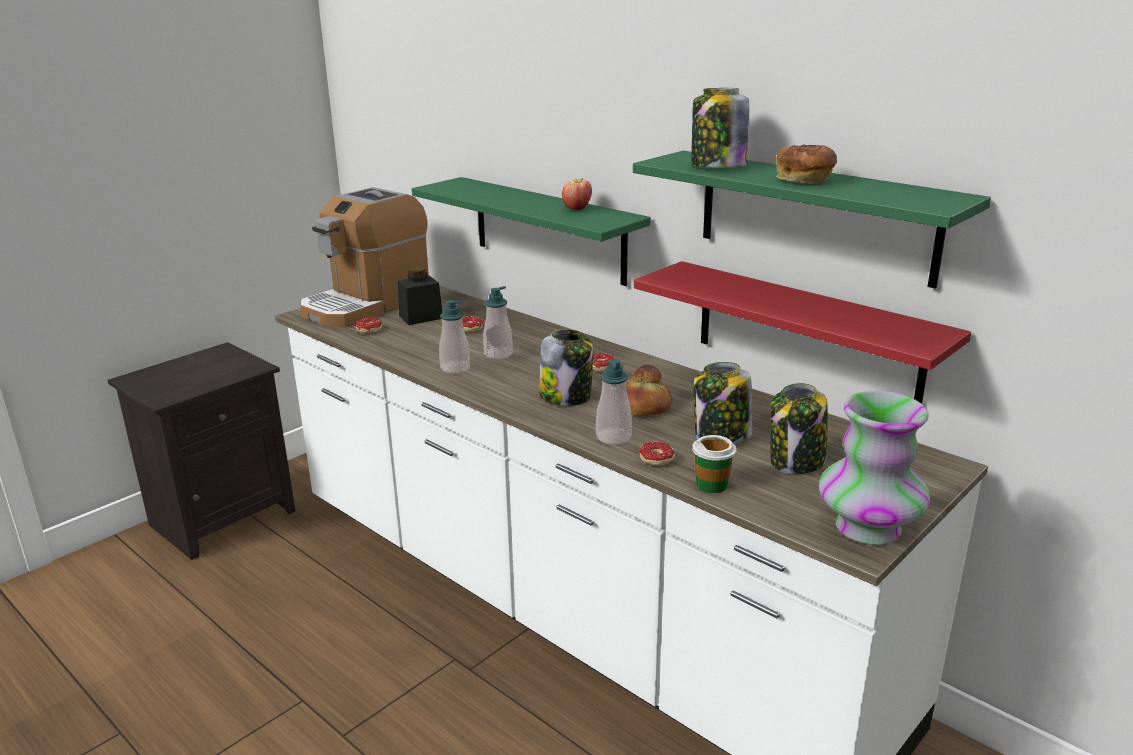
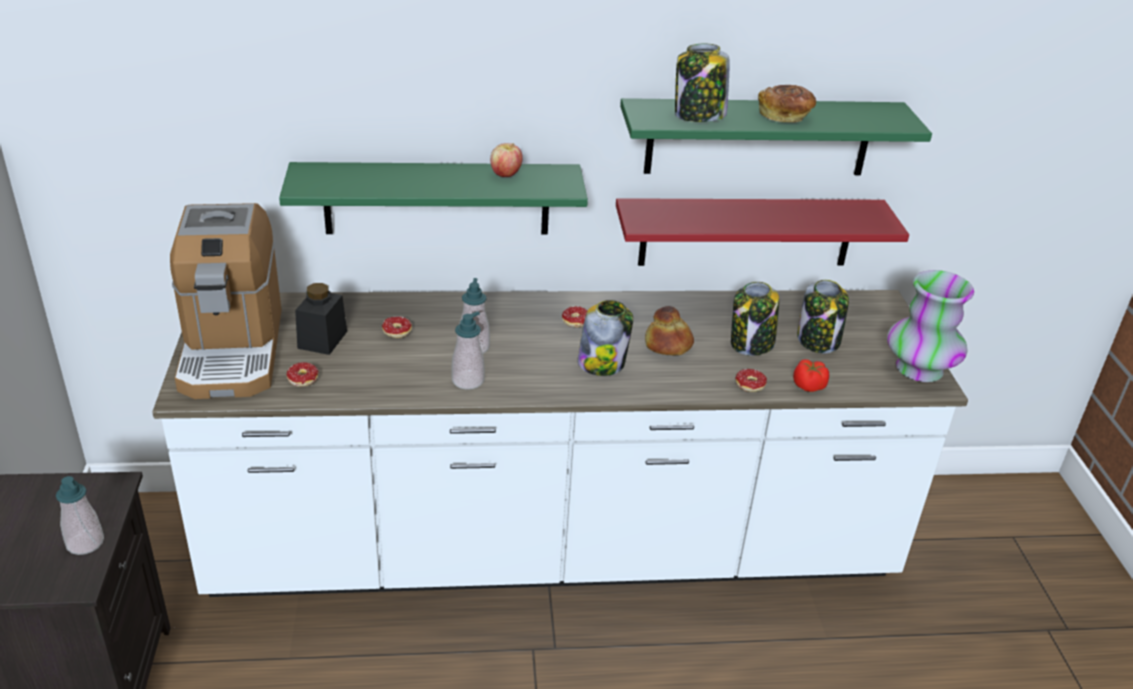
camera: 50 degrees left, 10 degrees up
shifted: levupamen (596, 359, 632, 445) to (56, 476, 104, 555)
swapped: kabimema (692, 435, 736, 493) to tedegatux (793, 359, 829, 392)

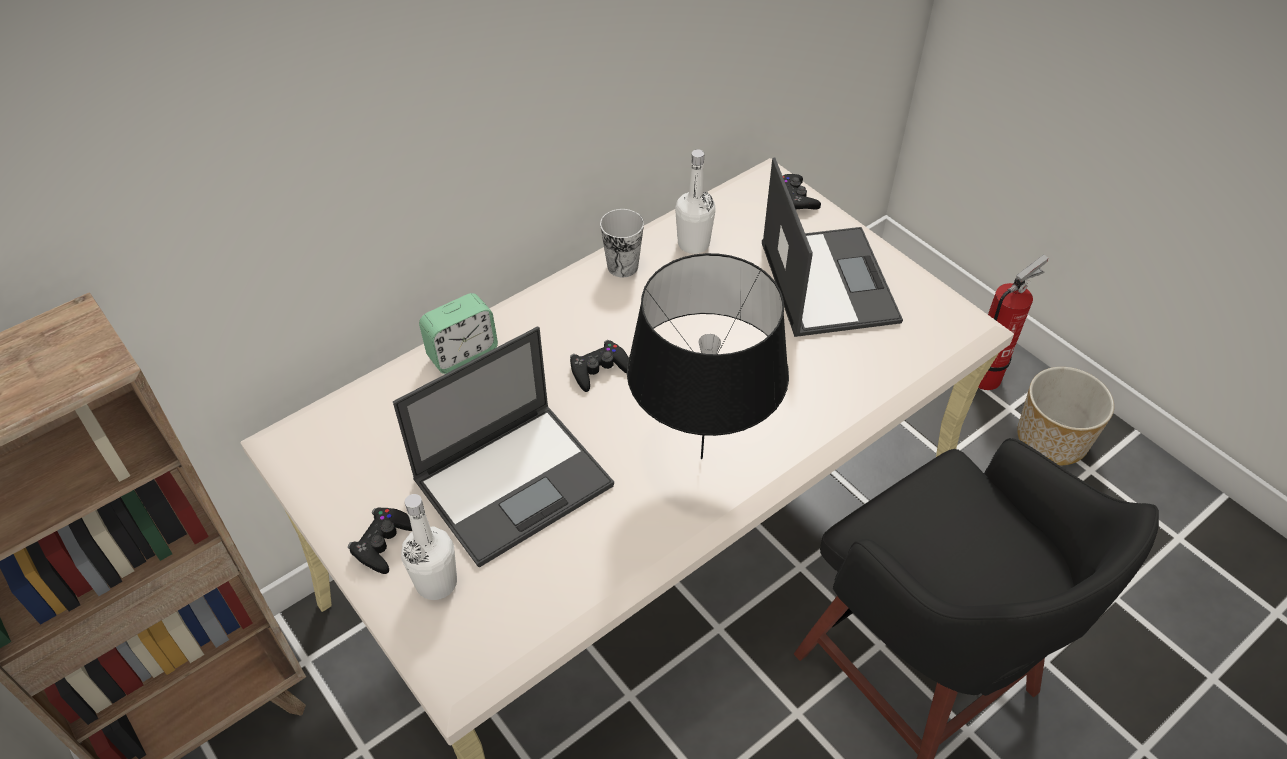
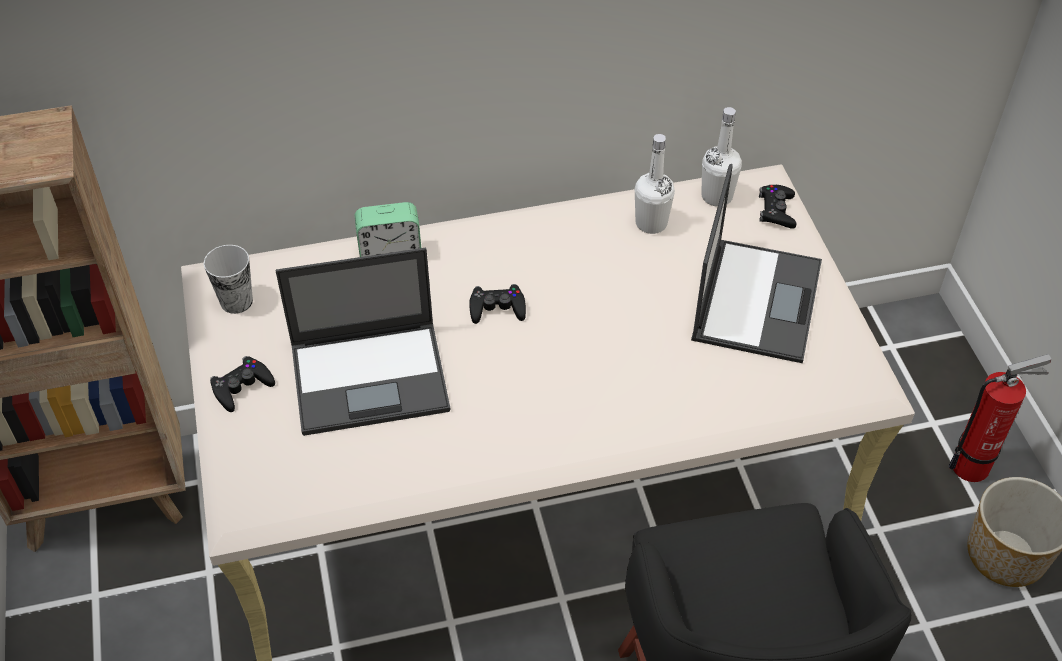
camera: 25 degrees right, 0 degrees up
gone: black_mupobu (627, 253, 789, 459)
shifted: kabimema (600, 209, 644, 277) to (204, 245, 253, 314); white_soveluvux (401, 494, 457, 600) to (701, 107, 742, 207)

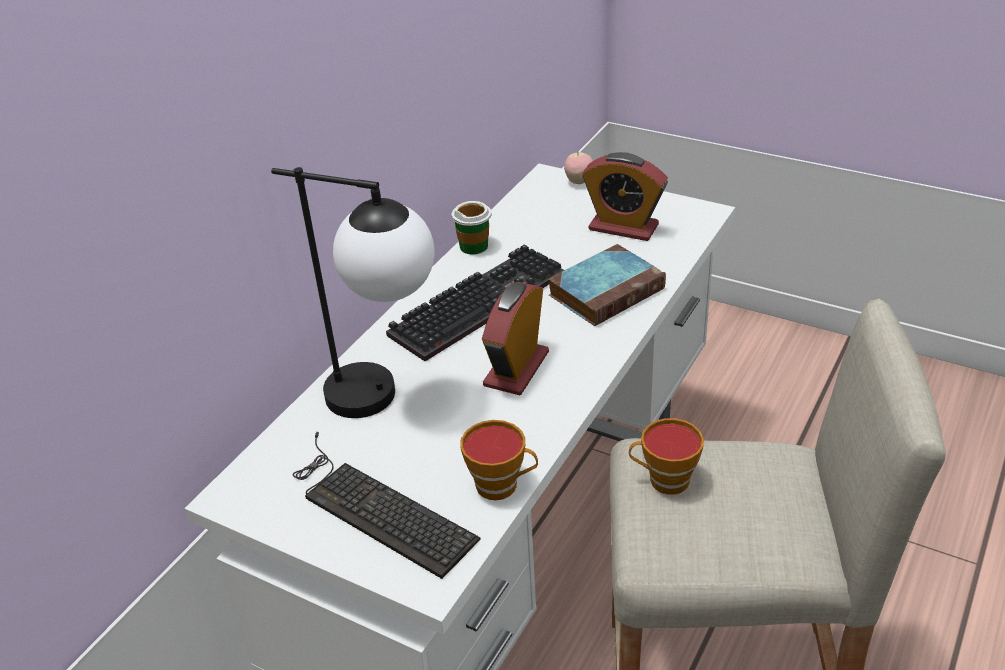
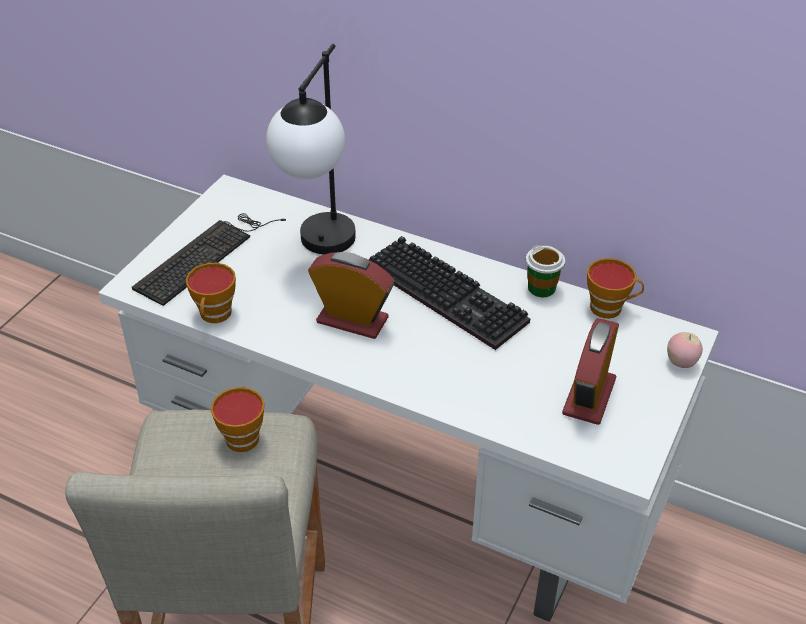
camera: 85 degrees right, 5 degrees up
gone: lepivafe (549, 244, 666, 326)
new: kabimema (587, 258, 644, 319)

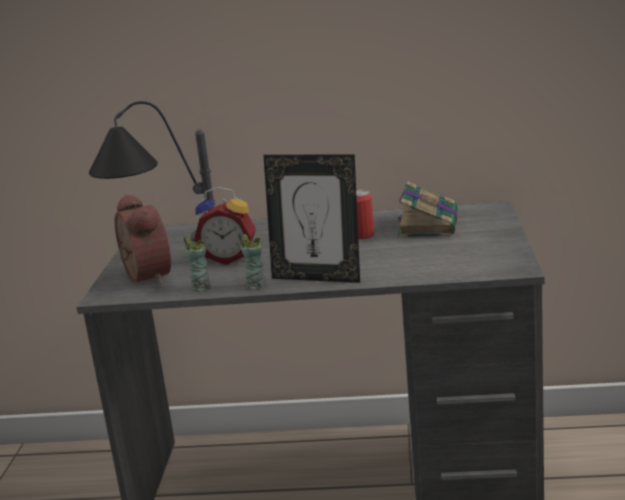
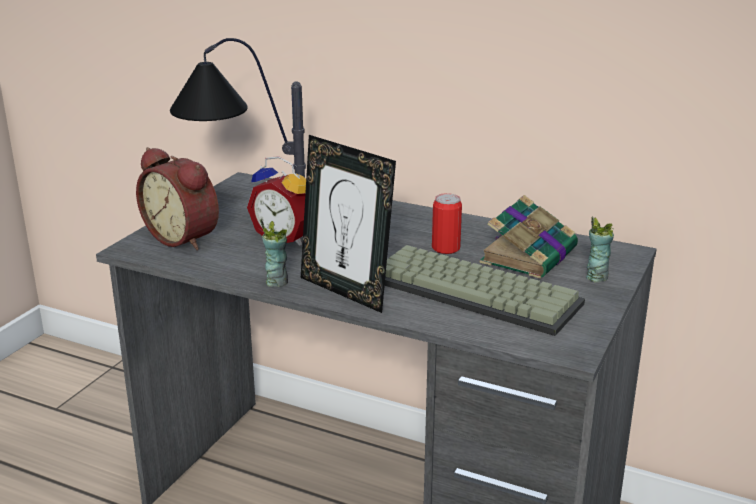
camera: 20 degrees right, 5 degrees up
new: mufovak (385, 245, 585, 336)
shifted: kabimema (183, 236, 211, 292) to (586, 217, 614, 282)
rotated: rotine (115, 194, 171, 285) = (136, 147, 219, 250) 135 degrees clockwise

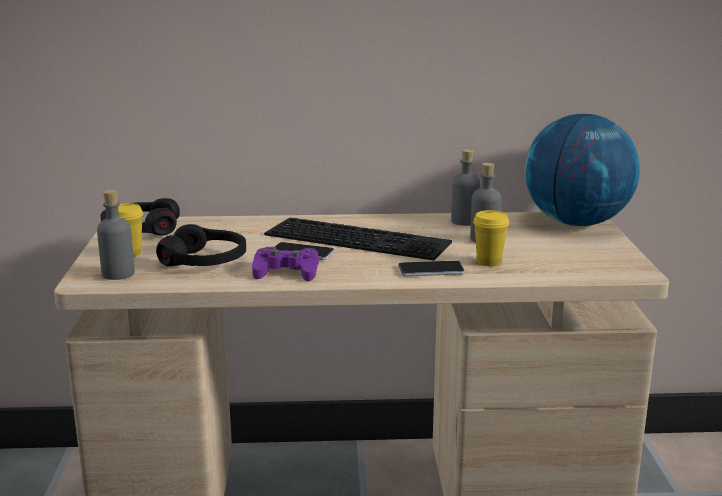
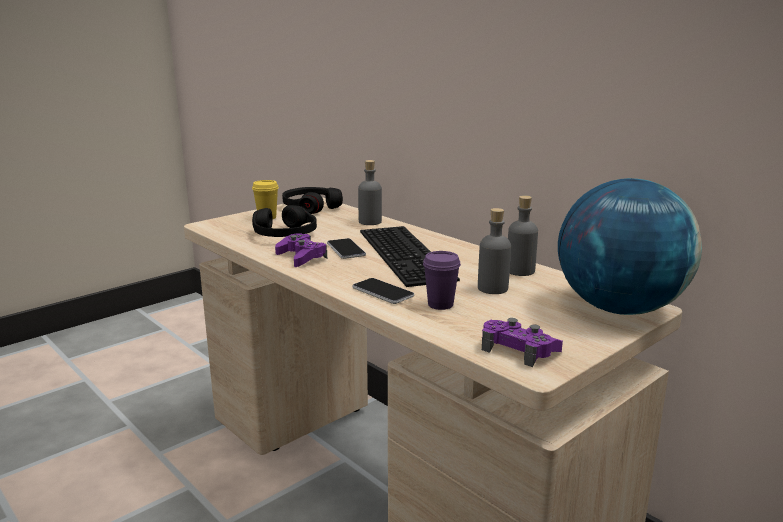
camera: 50 degrees right, 0 degrees up
new: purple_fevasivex (482, 318, 563, 367)
shifted: grey_soveluvux (97, 190, 135, 280) to (358, 160, 382, 225)
repainted: yellow_kabimema (473, 210, 509, 266) to purple_kabimema (423, 251, 461, 310)

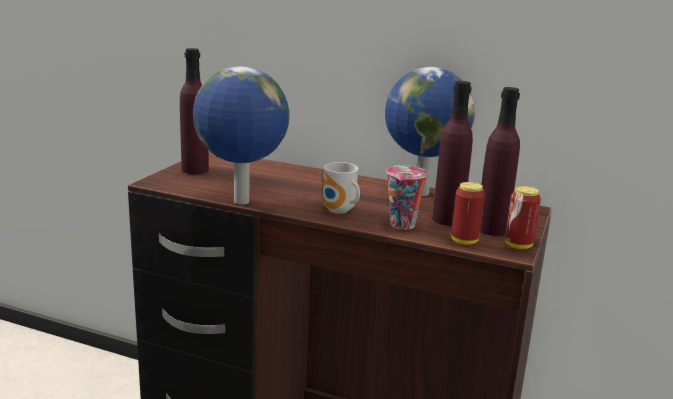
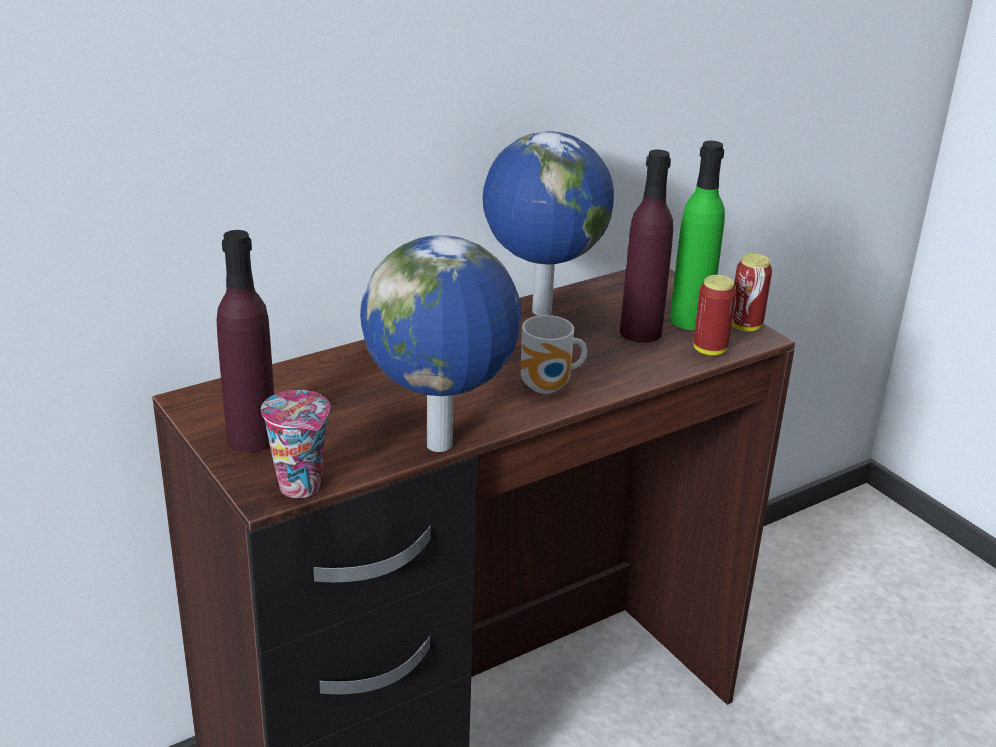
camera: 55 degrees left, 10 degrees up
shifted: kabimema (387, 165, 428, 230) to (261, 390, 330, 498)
repainted: purple_soveluvux (480, 87, 520, 236) to green_soveluvux (670, 141, 725, 330)

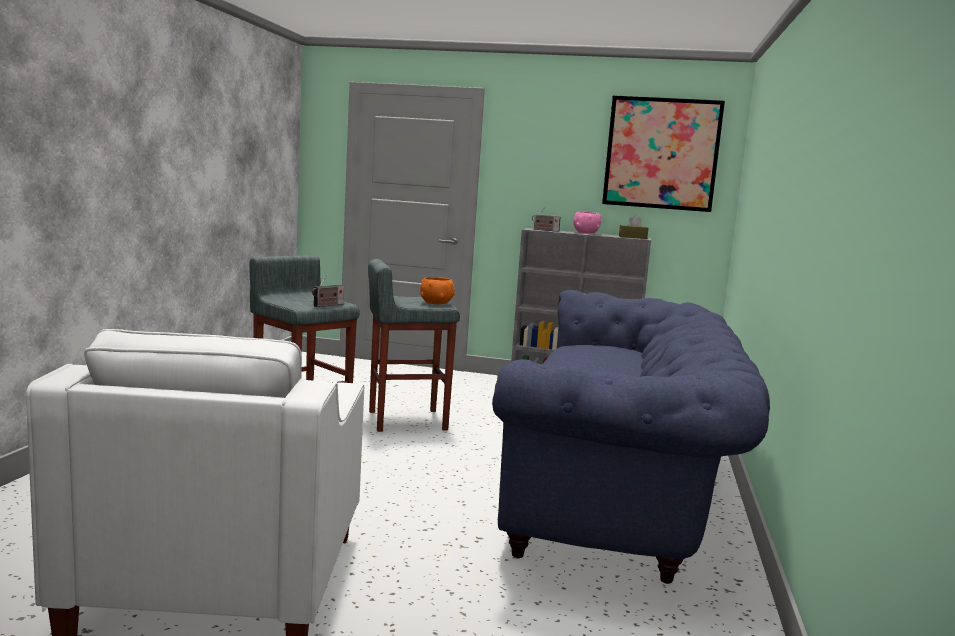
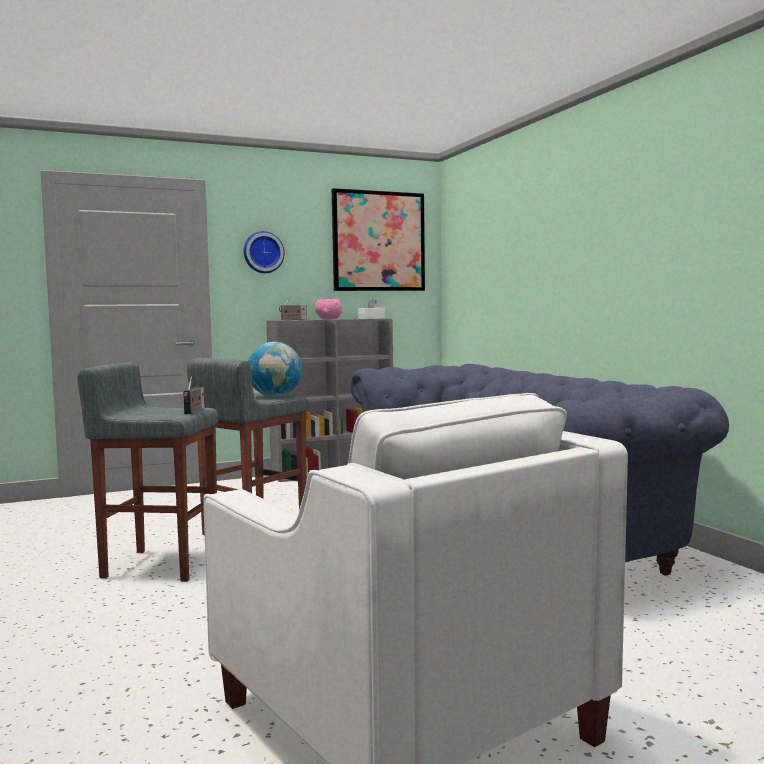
camera: 35 degrees left, 5 degrees down
new: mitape (244, 231, 285, 273)
swapped: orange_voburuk (420, 277, 455, 305) to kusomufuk (248, 342, 302, 397)
repainted: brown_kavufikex (619, 215, 648, 239) to white_kavufikex (358, 298, 385, 319)

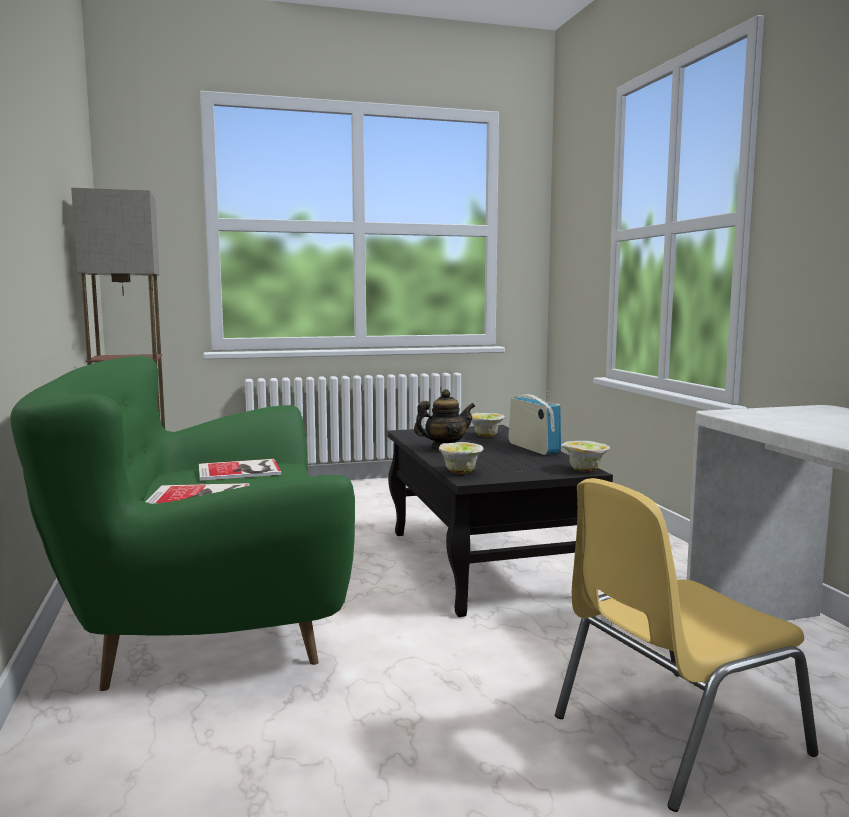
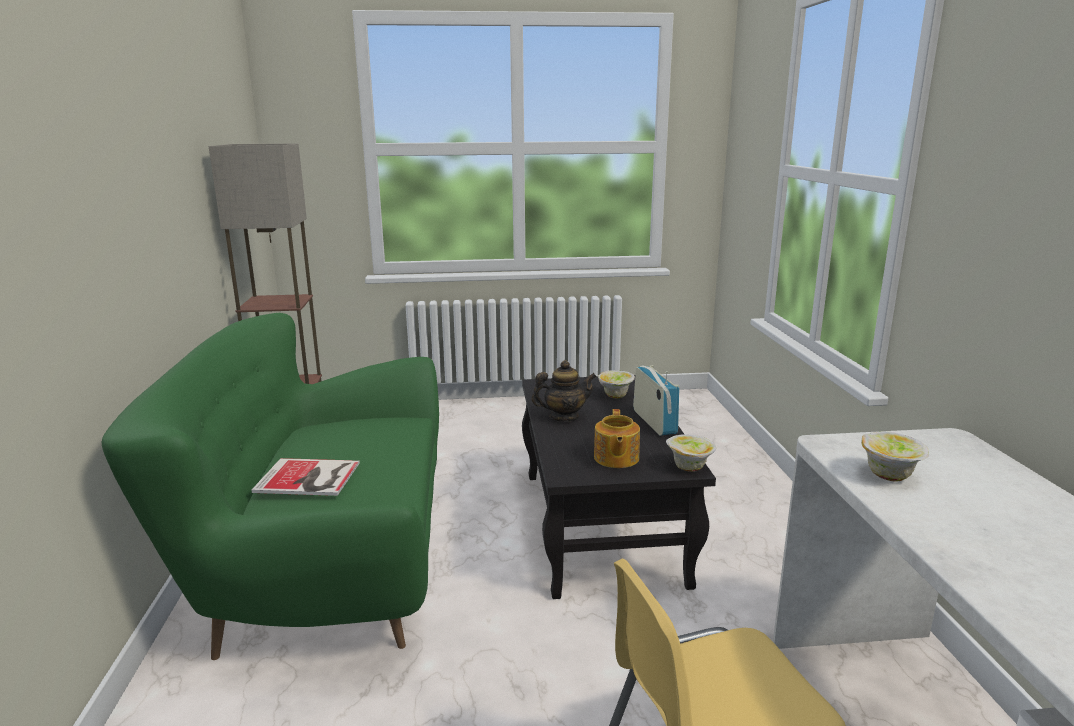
camera: 10 degrees right, 10 degrees up
gone: lepivafe (199, 459, 281, 481)
new: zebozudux (594, 409, 640, 468)
shifted: voburuk (439, 442, 484, 474) to (861, 431, 929, 482)

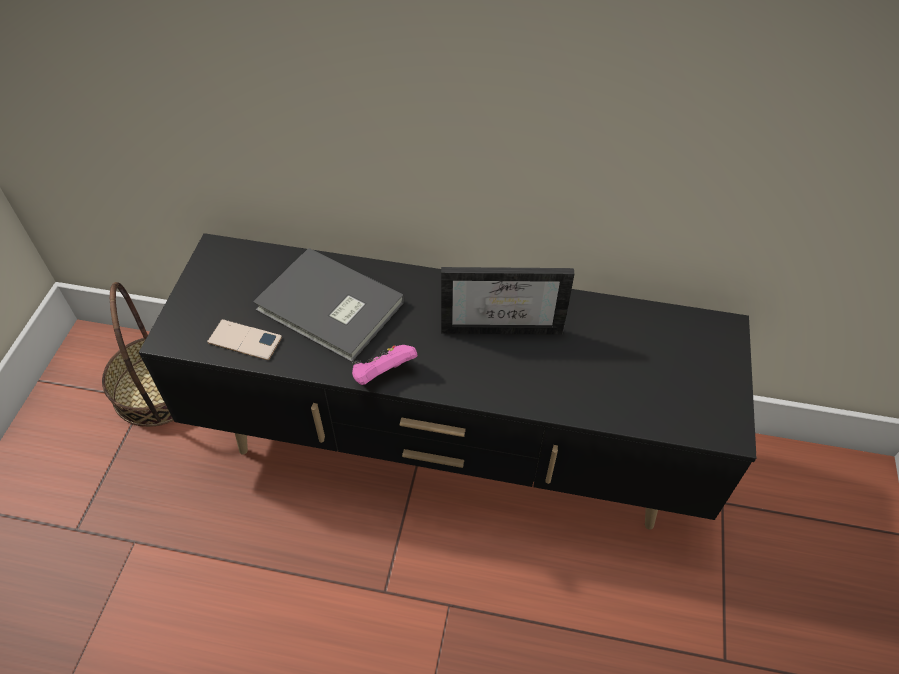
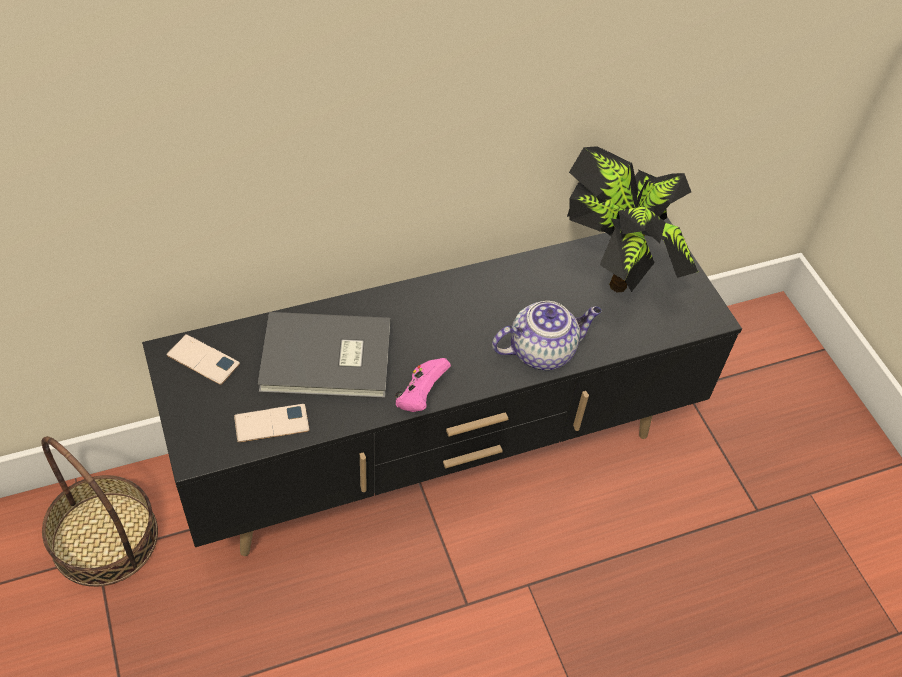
camera: 35 degrees left, 0 degrees up
gone: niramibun (441, 267, 575, 335)
new: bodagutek (567, 146, 698, 292); zebozudux (492, 301, 601, 370); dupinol (166, 334, 240, 385)

